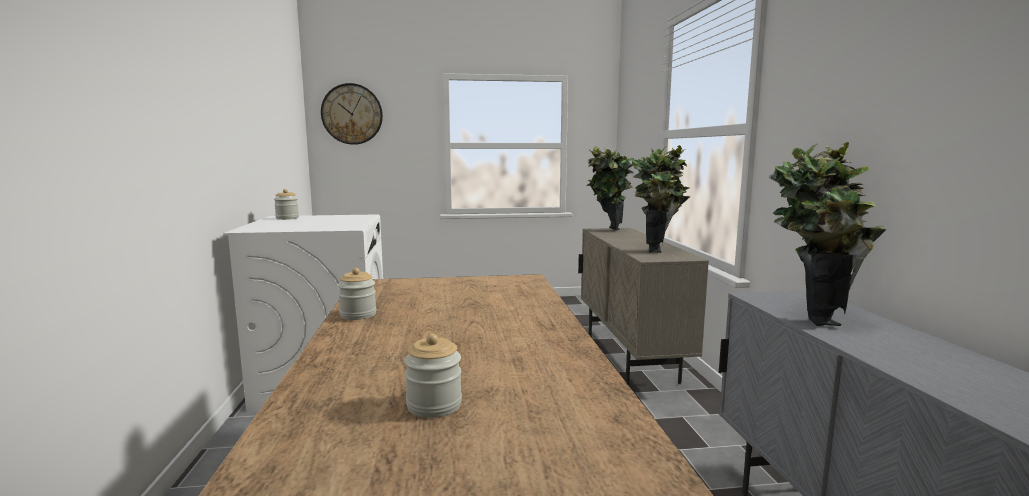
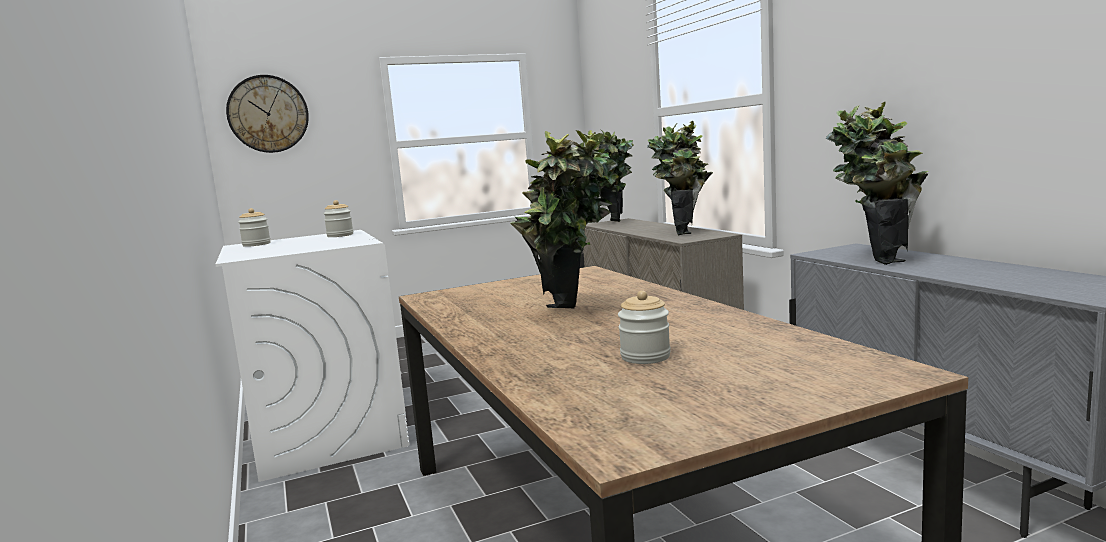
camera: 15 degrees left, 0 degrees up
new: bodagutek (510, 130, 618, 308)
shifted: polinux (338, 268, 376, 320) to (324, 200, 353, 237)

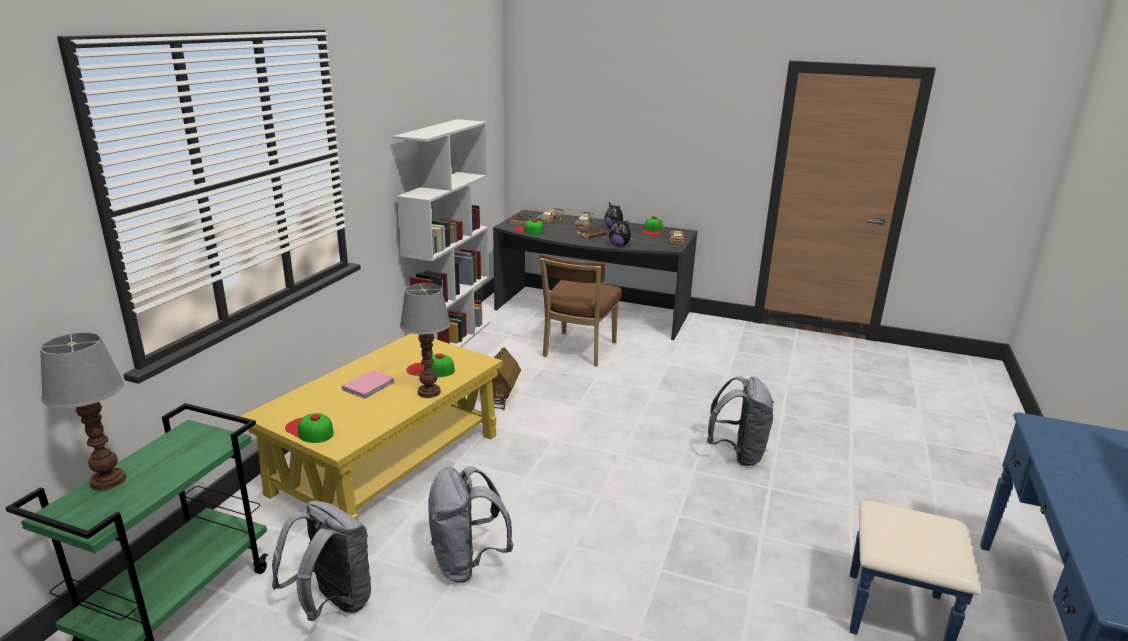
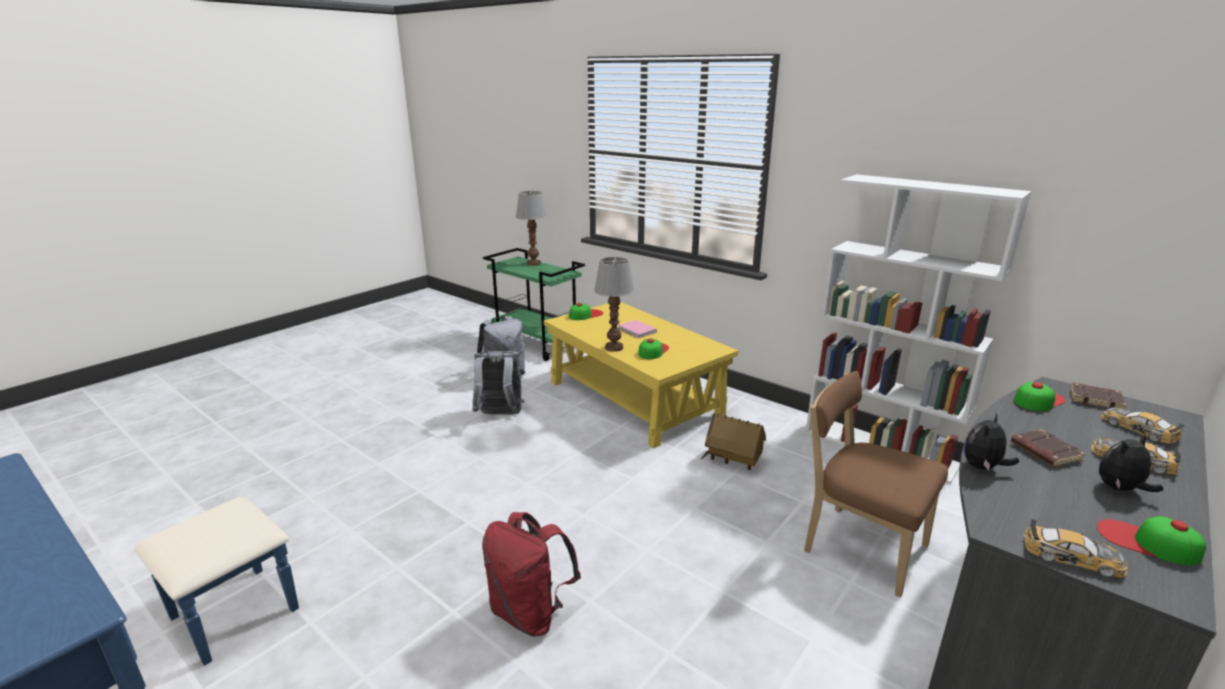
camera: 110 degrees right, 0 degrees up
repainted: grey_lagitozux (707, 376, 774, 466) to red_lagitozux (482, 512, 581, 637)

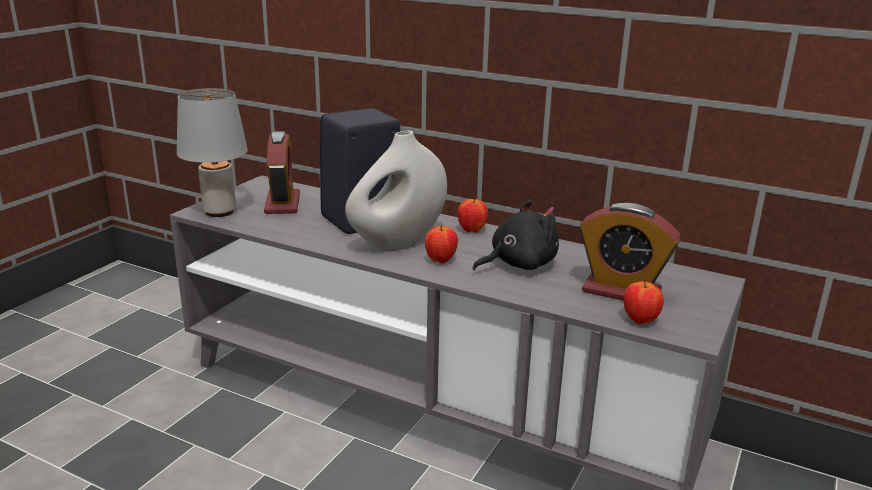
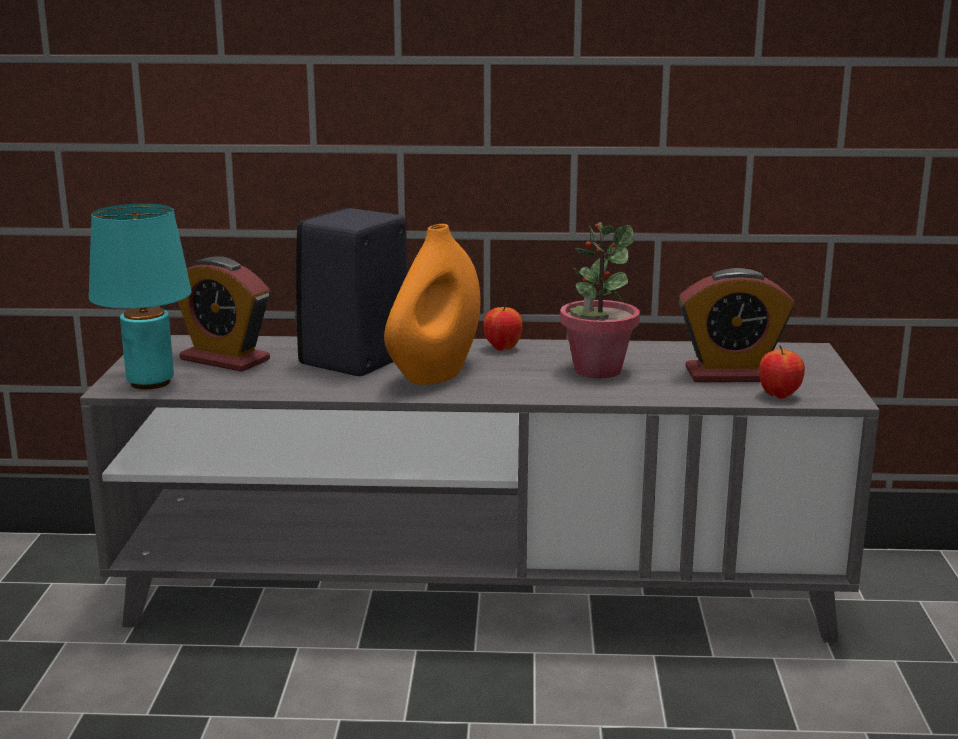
camera: 25 degrees left, 5 degrees down
gone: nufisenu (425, 225, 458, 263)
swapped: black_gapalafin (473, 200, 559, 270) to bodagutek (560, 222, 640, 379)
repainted: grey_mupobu (177, 88, 248, 217) to turquoise_mupobu (89, 204, 191, 389); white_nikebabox (345, 131, 447, 251) to orange_nikebabox (384, 224, 480, 385)
rotated: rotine (264, 131, 300, 214) = (178, 256, 270, 372) 150 degrees clockwise

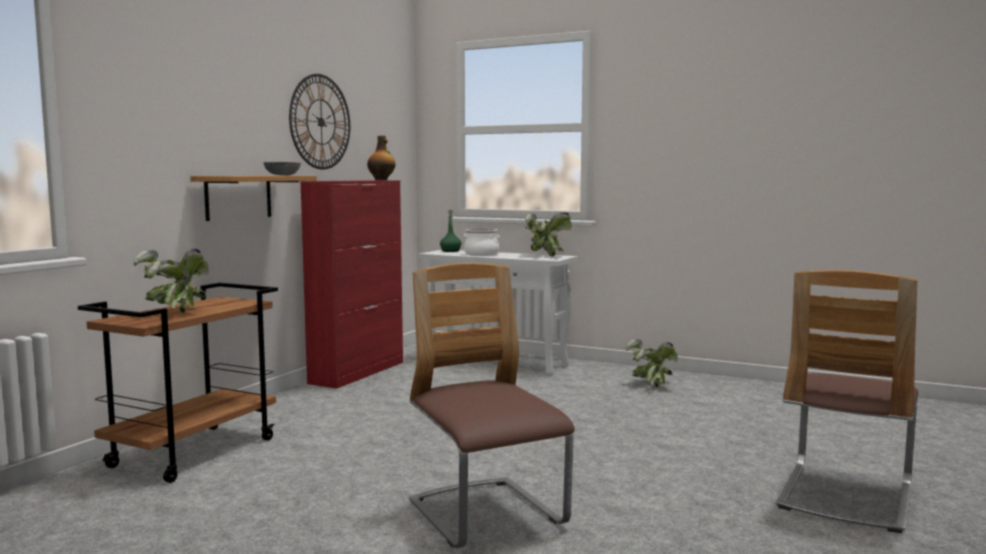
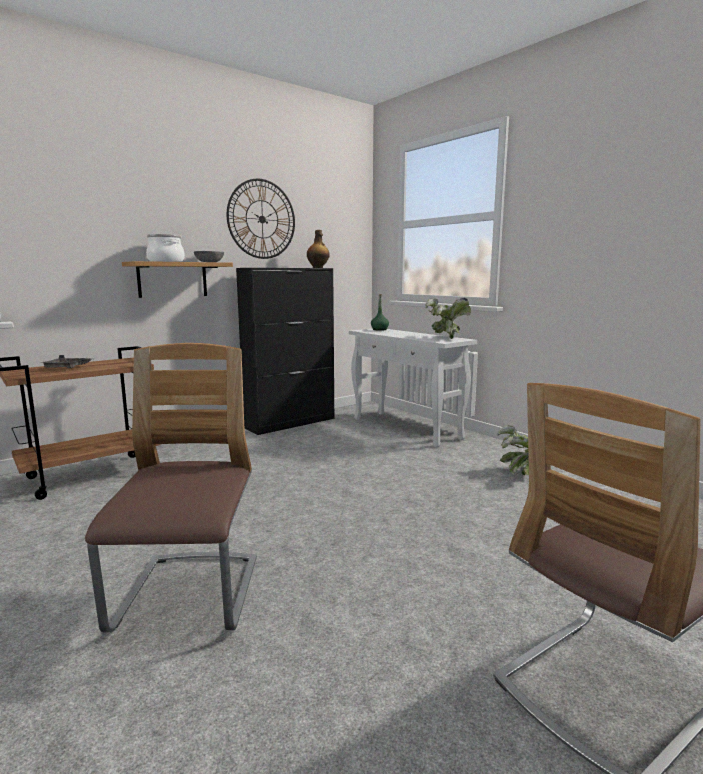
camera: 25 degrees right, 5 degrees up
shifted: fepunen (464, 228, 500, 256) to (146, 234, 185, 262)
swapped: bodagutek (134, 248, 209, 313) to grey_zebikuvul (41, 355, 95, 368)
repainted: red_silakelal (300, 180, 403, 389) to black_silakelal (236, 268, 334, 435)

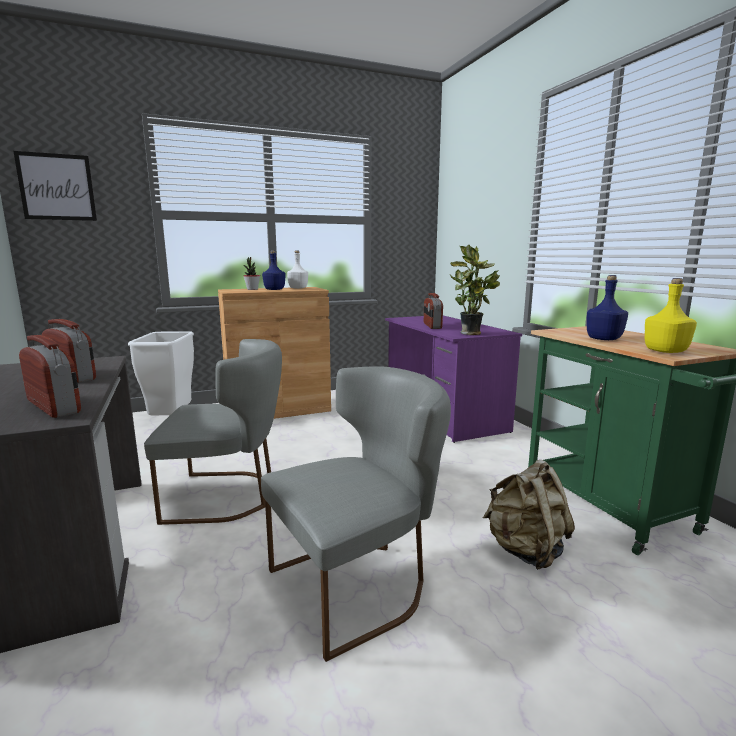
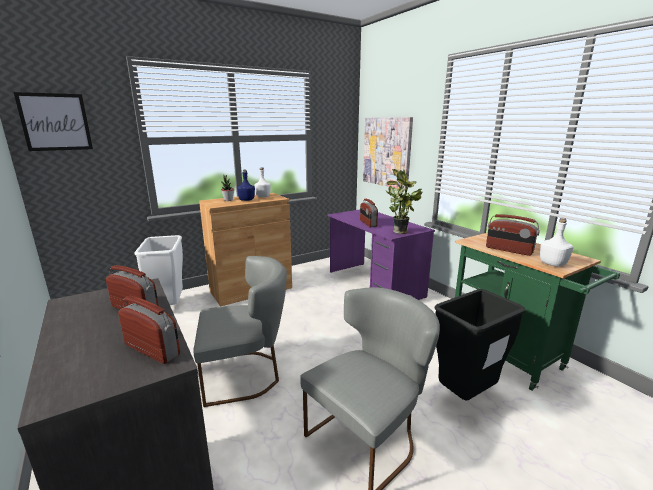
camera: 10 degrees left, 5 degrees up
new: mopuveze (363, 117, 413, 190)
swapped: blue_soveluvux (587, 275, 628, 340) to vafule (486, 214, 540, 256); beige_lagitozux (483, 460, 575, 570) to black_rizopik (434, 289, 525, 400)
repainted: yellow_soveluvux (645, 278, 697, 353) to white_soveluvux (540, 218, 574, 266)

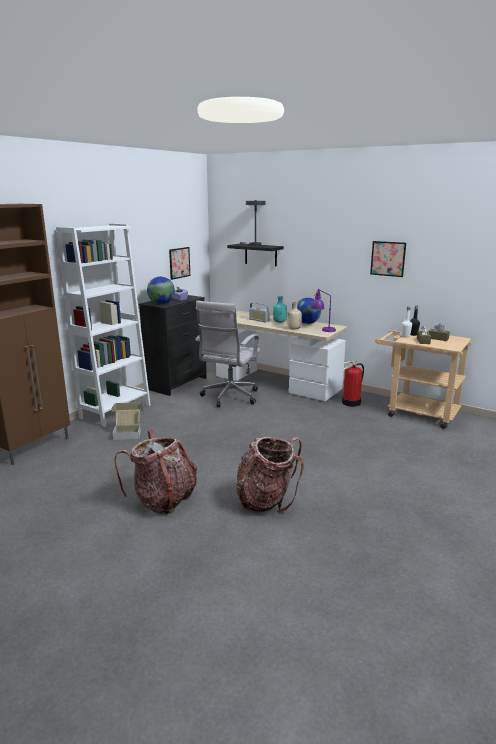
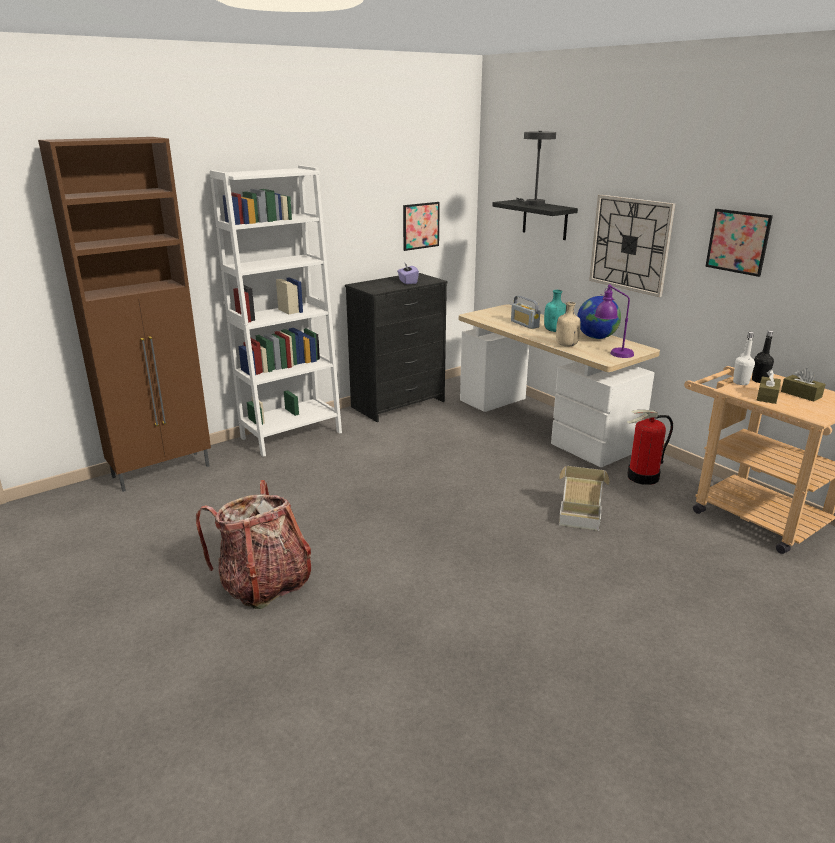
camera: 20 degrees right, 5 degrees up
gone: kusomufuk (147, 277, 175, 304); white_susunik (195, 301, 260, 408); lagitozux (236, 437, 304, 513)
new: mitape (589, 195, 675, 297)
shifted: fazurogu (111, 402, 143, 440) to (559, 466, 610, 531)

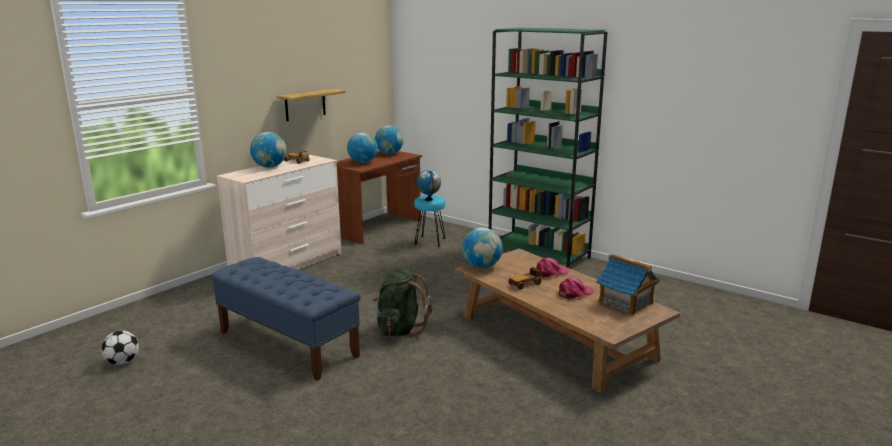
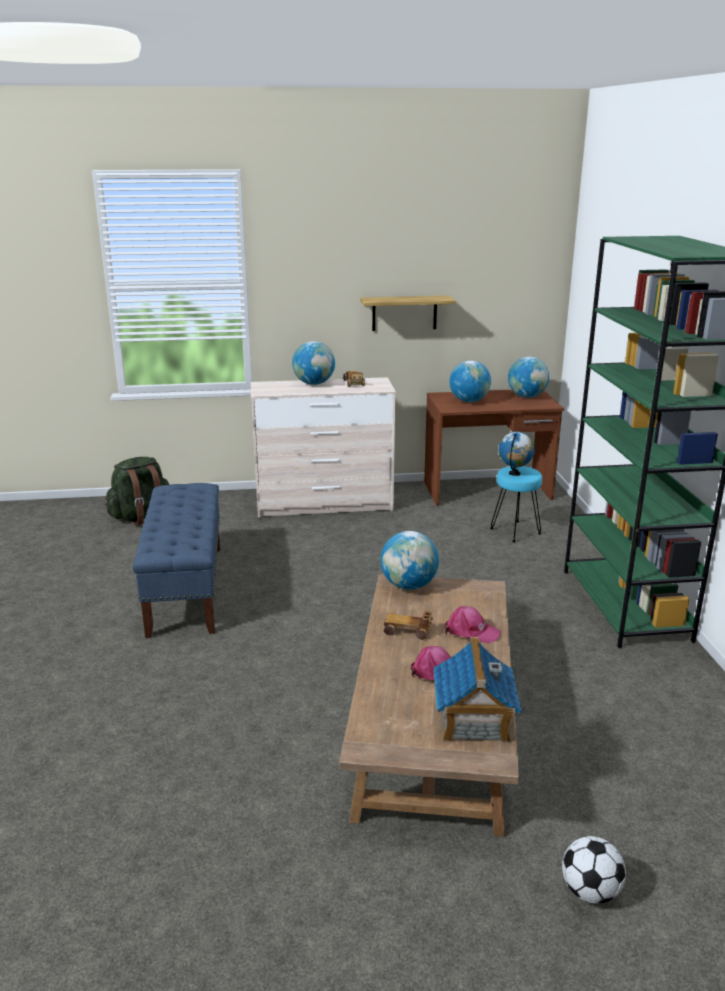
camera: 45 degrees right, 5 degrees up
shifted: green_lagitozux (373, 268, 432, 336) to (105, 457, 169, 526); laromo (101, 330, 139, 365) to (562, 836, 626, 904)

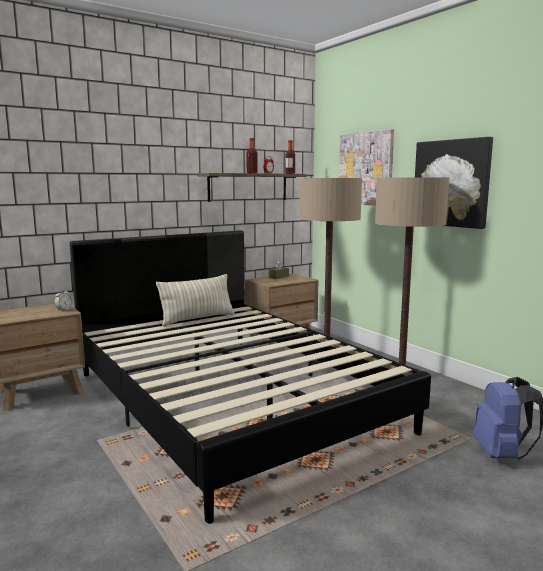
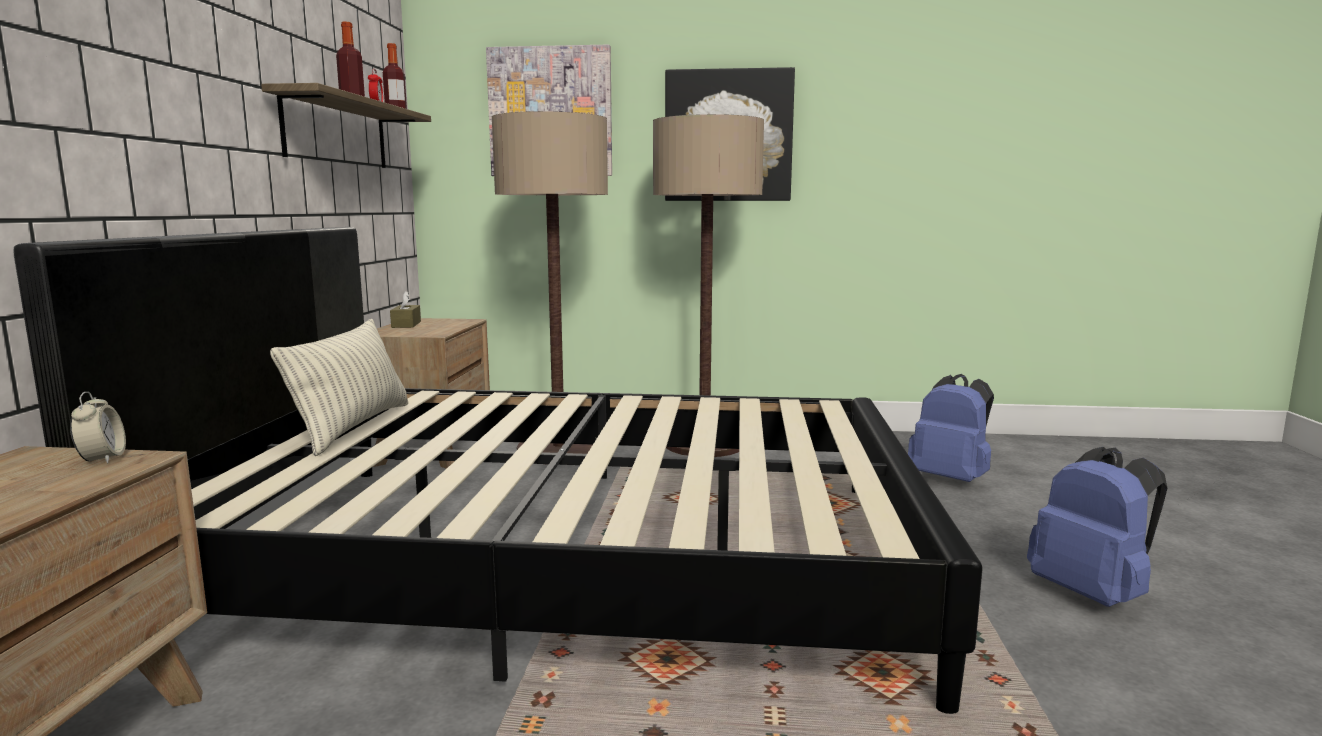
camera: 50 degrees left, 0 degrees up
new: blue_lagitozux (1027, 447, 1167, 607)

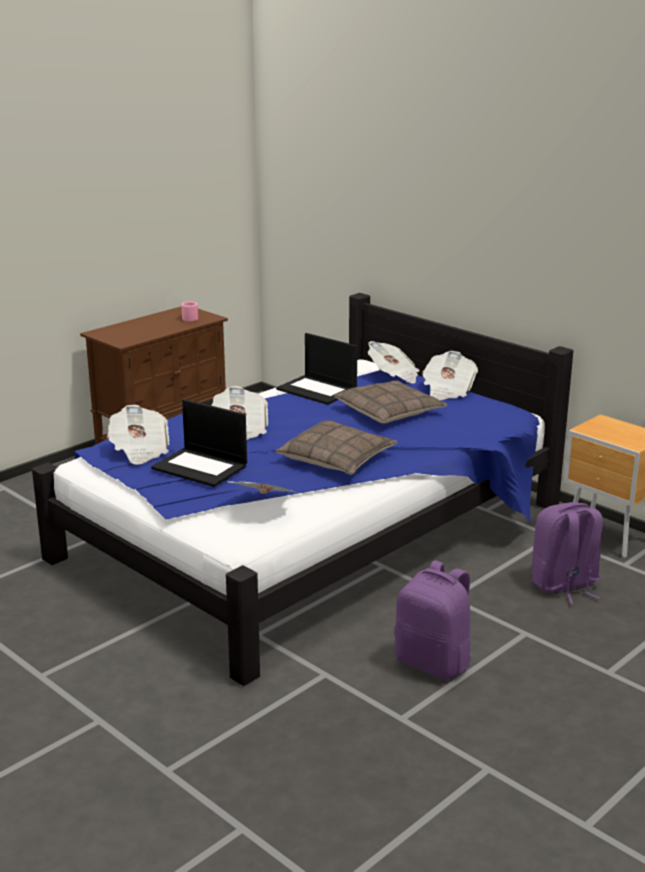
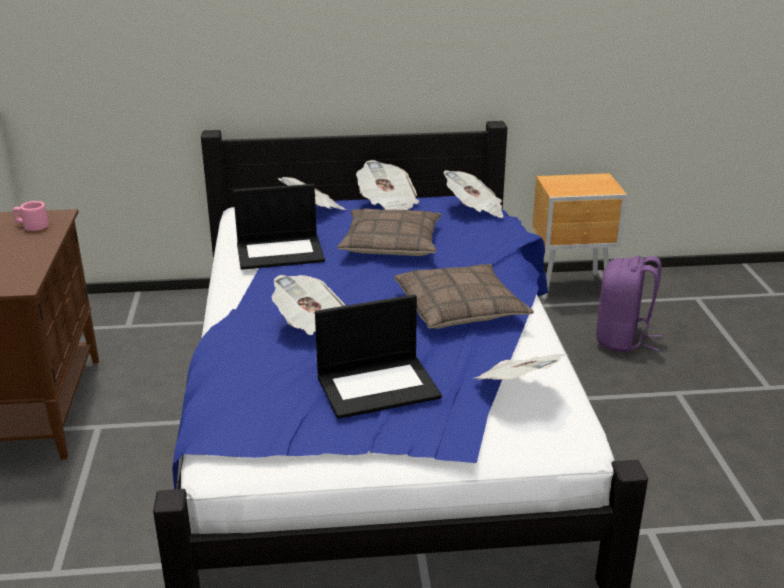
camera: 50 degrees left, 5 degrees up
gone: purple_lagitozux (394, 561, 471, 680)
shifted: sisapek (107, 405, 169, 465) to (444, 170, 503, 218)

